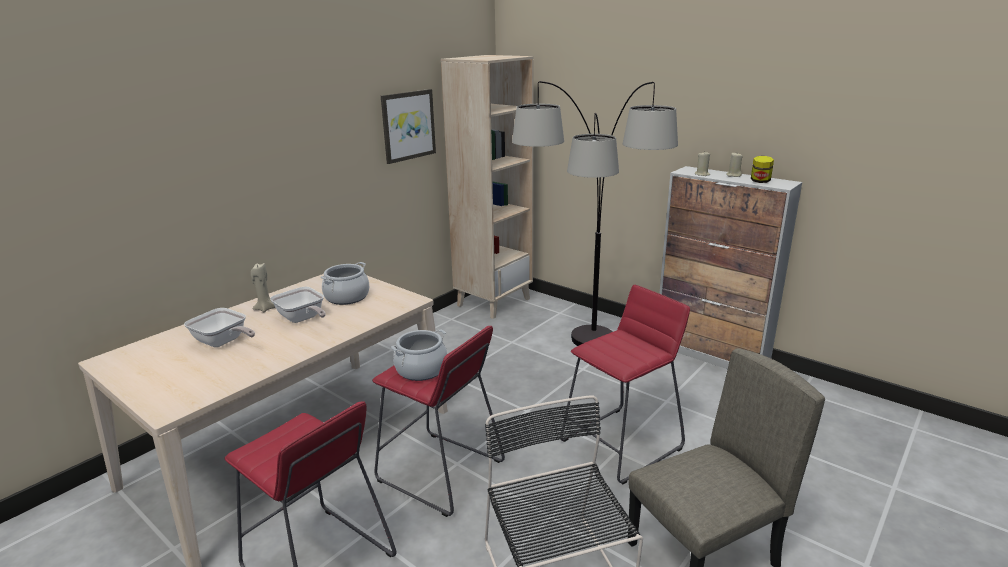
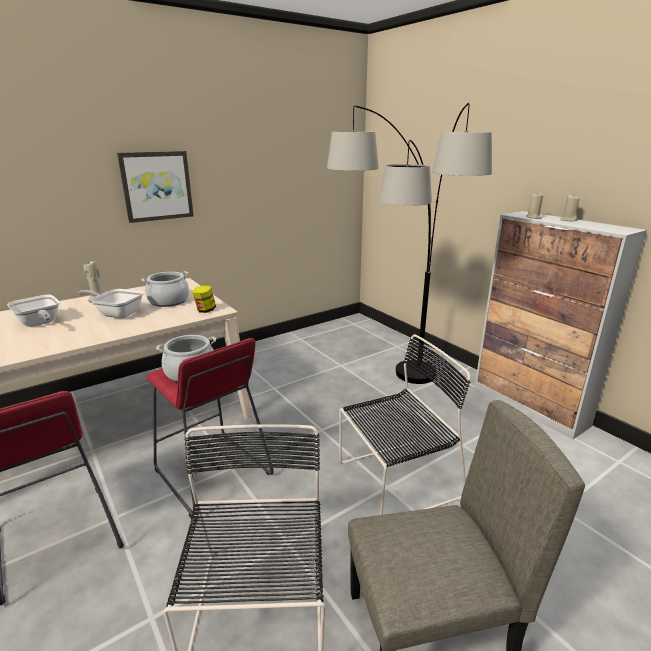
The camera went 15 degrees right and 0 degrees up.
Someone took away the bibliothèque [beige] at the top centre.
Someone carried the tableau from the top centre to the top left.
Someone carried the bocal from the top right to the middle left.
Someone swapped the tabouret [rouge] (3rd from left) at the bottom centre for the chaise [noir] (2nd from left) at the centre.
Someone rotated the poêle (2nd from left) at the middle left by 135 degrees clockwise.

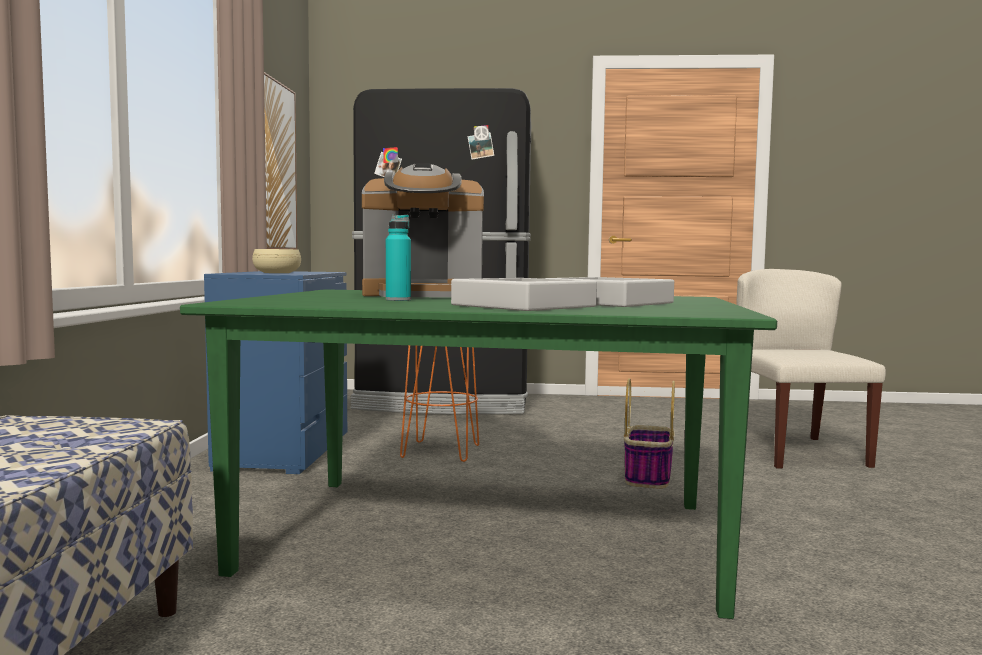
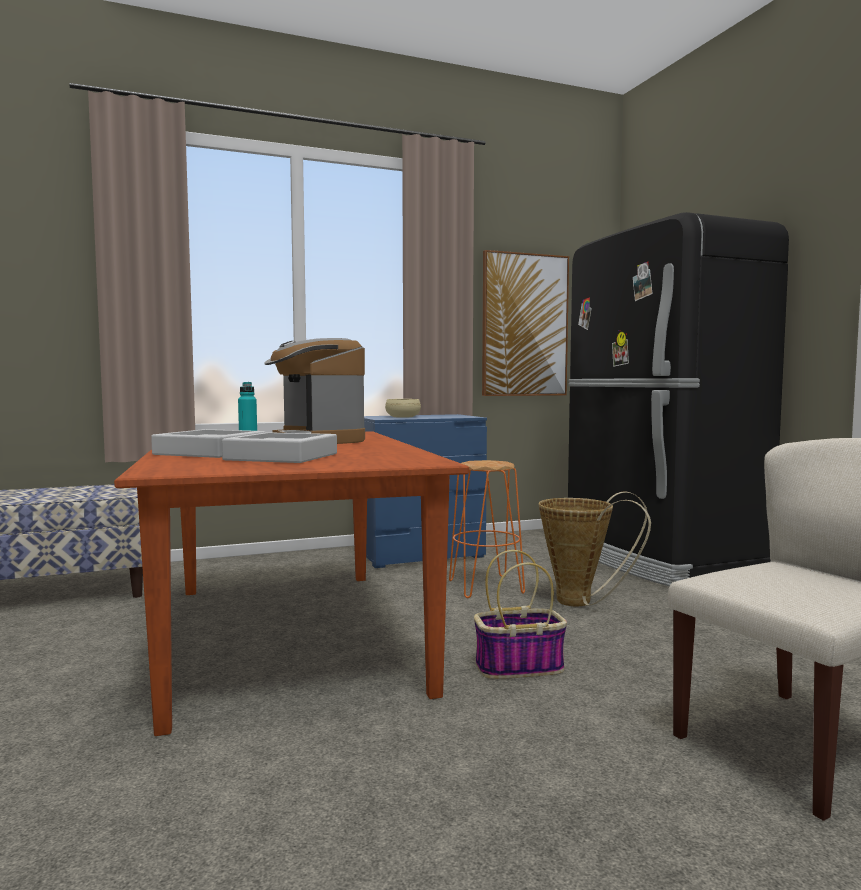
The camera went 65 degrees right and 0 degrees up.
Someone repainted the table à manger [vert] at the bottom centre, which became the table à manger [marron] at the centre.
Someone put down the panier (2nd from left) at the middle right.

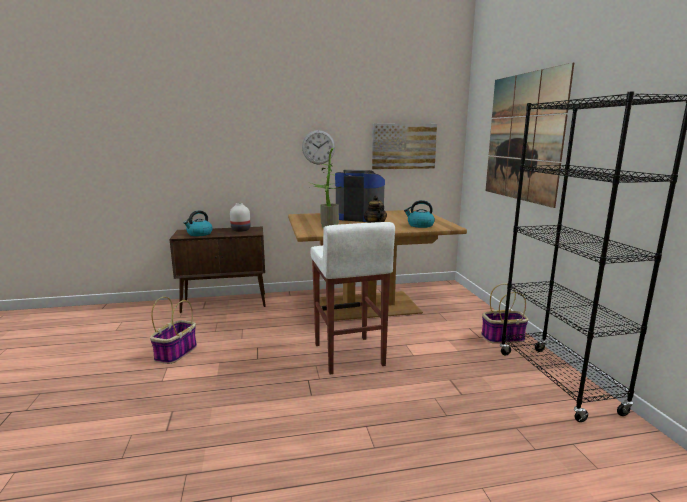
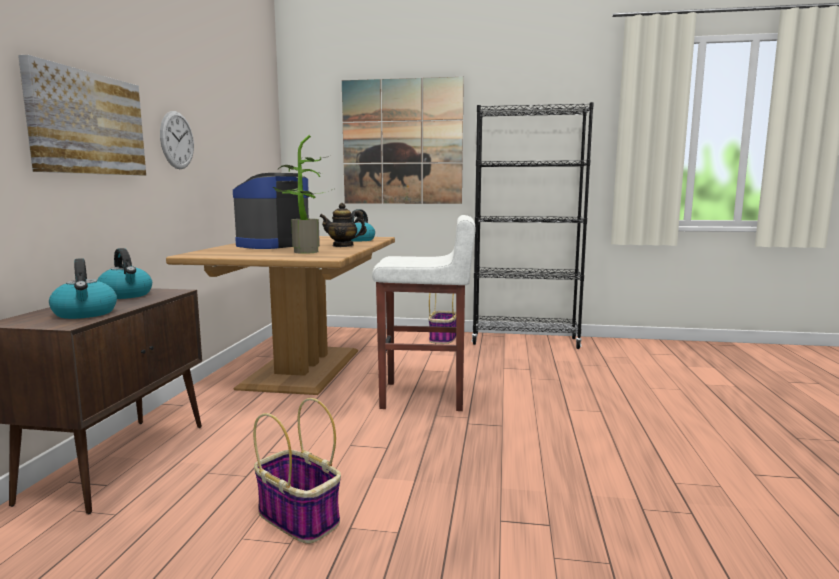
The camera went 70 degrees left and 5 degrees down.
Someone carried the tableau (1st from left) from the top centre to the top left.
Someone swapped the vase [blanc] at the centre for the bouilloire (2nd from left) at the middle left.

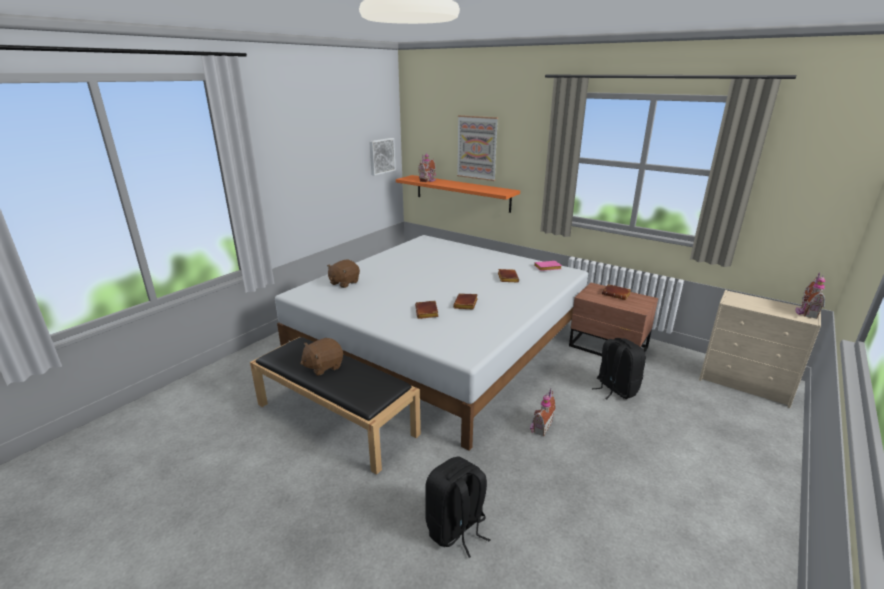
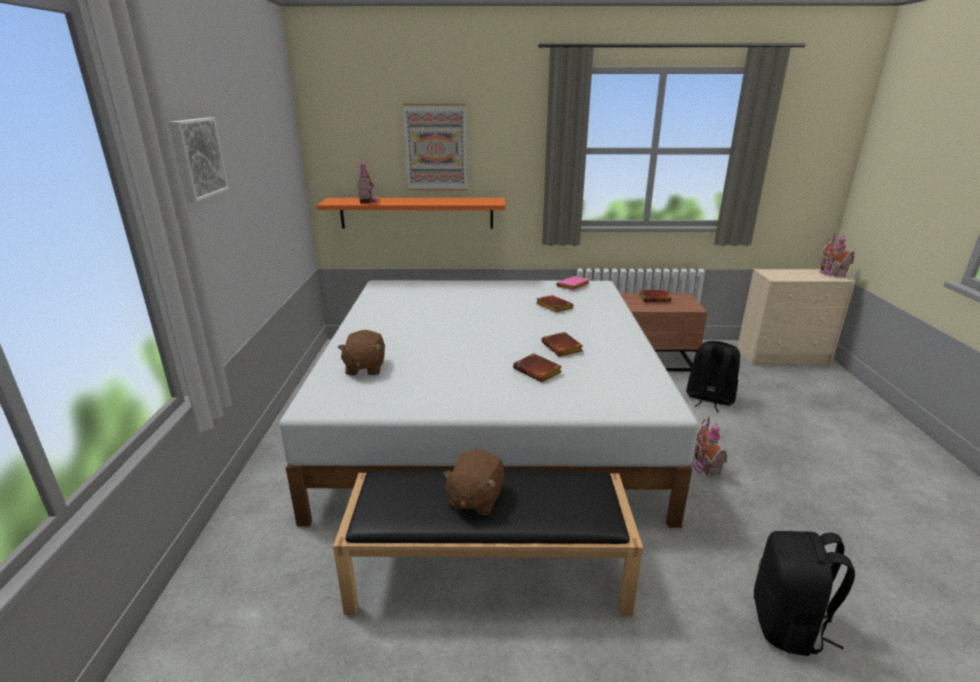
The camera went 35 degrees left and 0 degrees up.
Someone carried the tableau (1st from left) from the top centre to the top left.

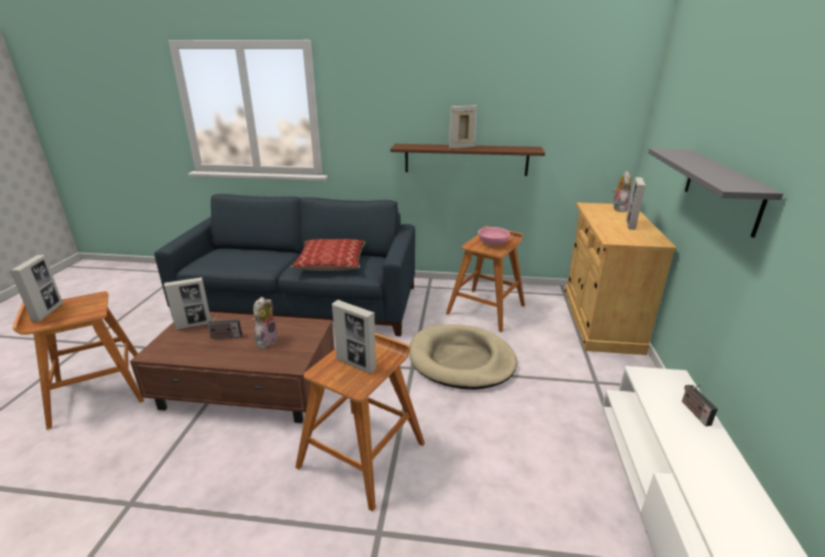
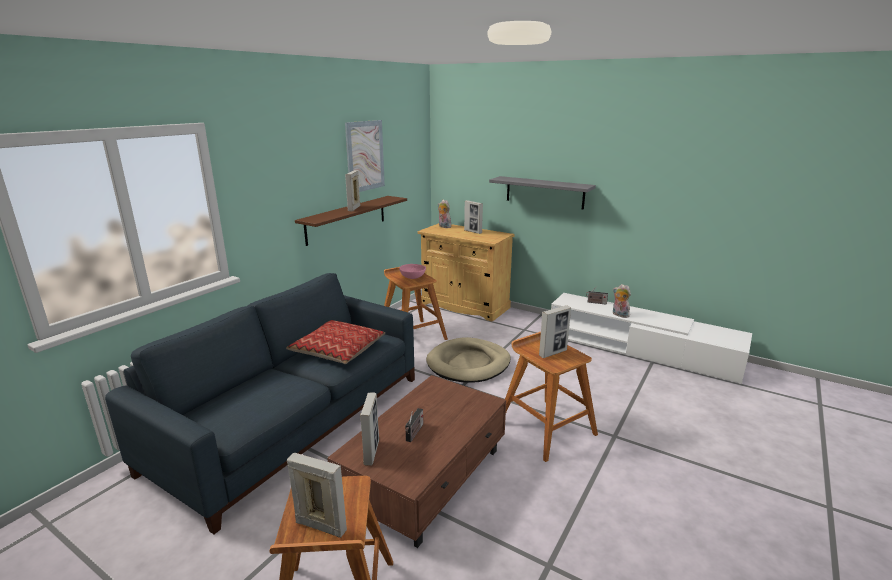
The camera went 65 degrees left and 5 degrees down.
Someone carried the peluche (1st from left in the first image) from the middle left to the middle right.
Someone put up the tableau at the top centre.

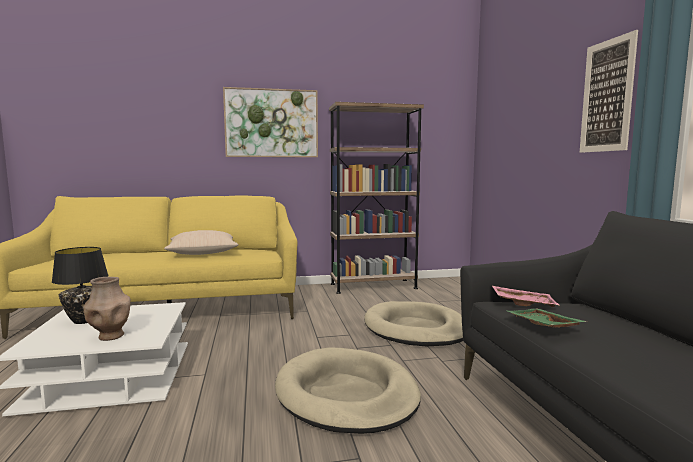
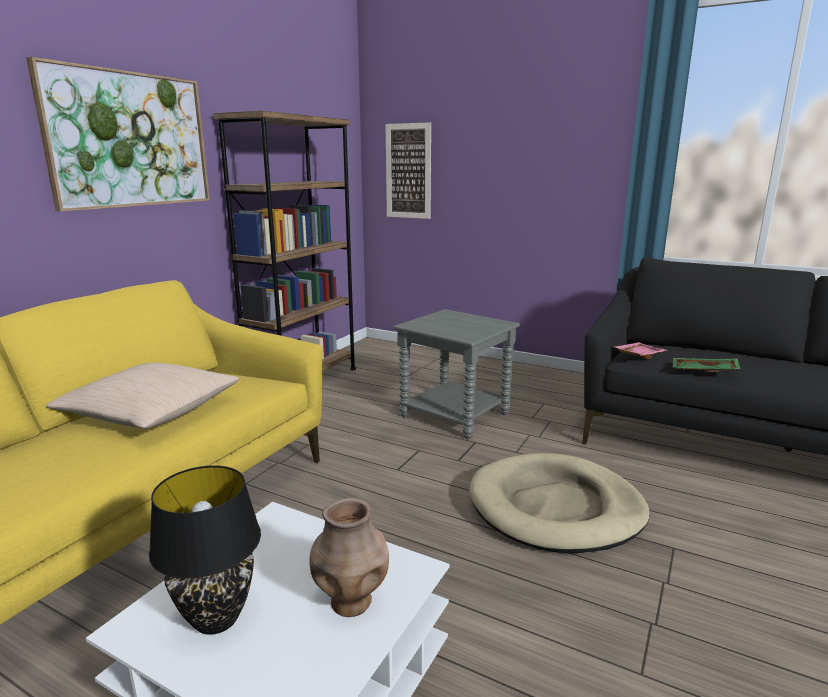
The camera went 50 degrees left and 10 degrees up.
Someone carried the tableau (2nd from left) from the top right to the top centre.
Someone swapped the panier pour chien [beige] (2nd from left) at the bottom centre for the table d'appoint [gris] at the centre.

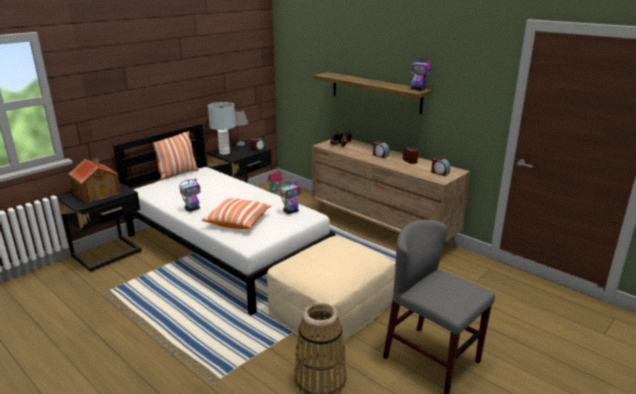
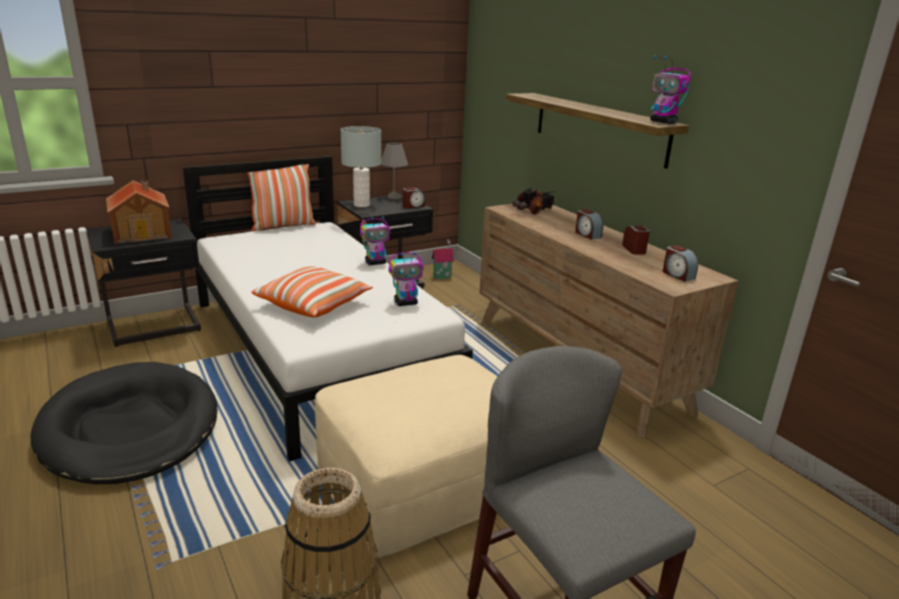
The camera went 15 degrees right and 0 degrees up.
Someone carried the robot jouet (1st from left) from the middle left to the centre.
Someone put down the panier pour chien [noir] at the bottom left.

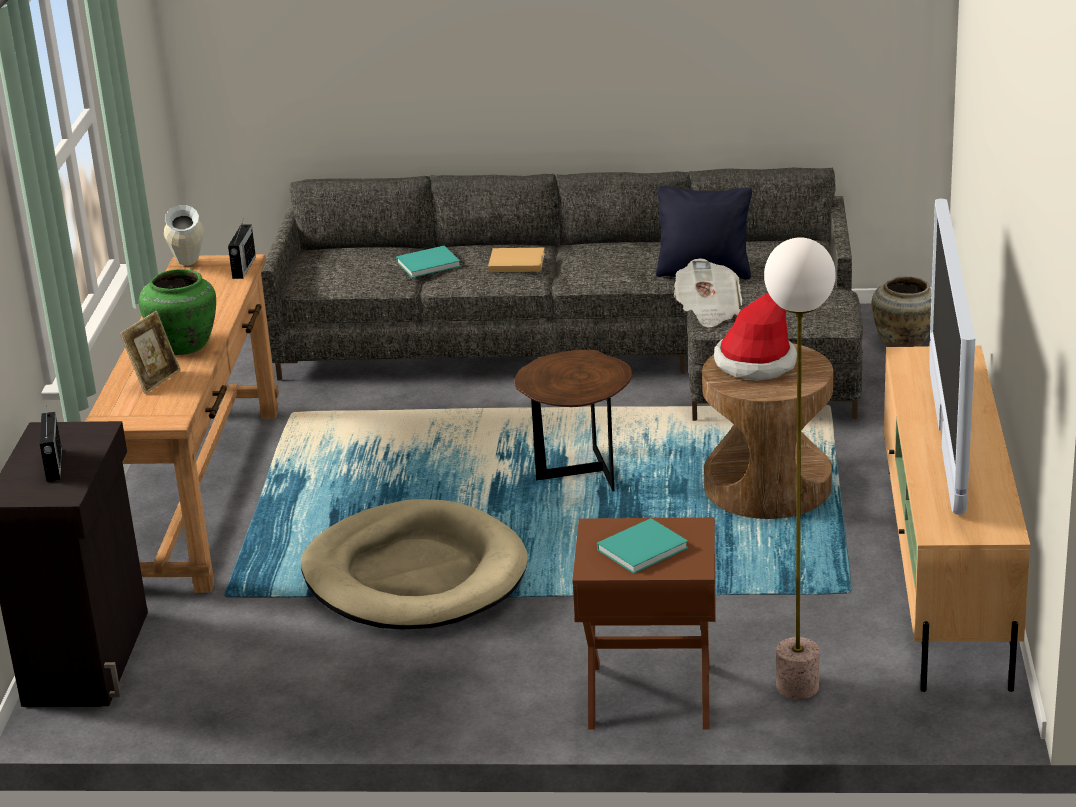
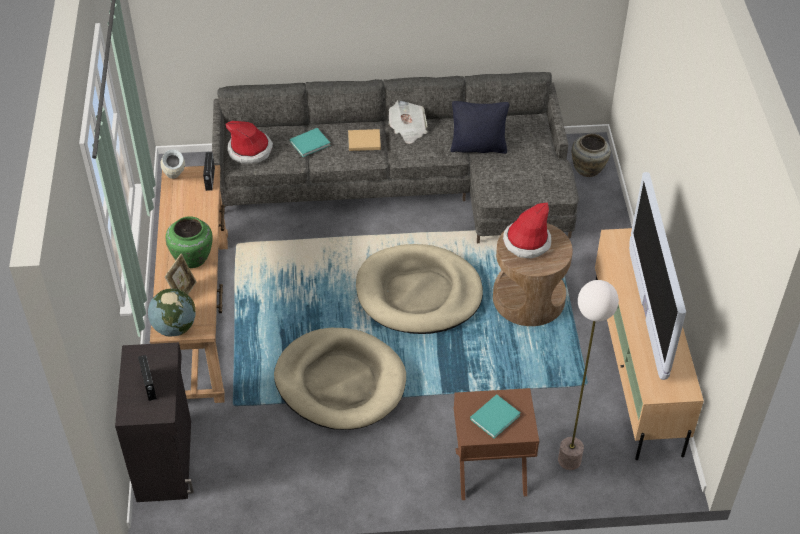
The camera went 10 degrees left and 20 degrees up.
Someone carried the journal from the centre to the top centre.
Someone swapped the table d'appoint [marron] (1st from left) at the centre for the panier pour chien [beige] (2nd from left) at the centre.
Someone put down the chapeau (1st from left) at the top left.
Someone put down the globe at the middle left.

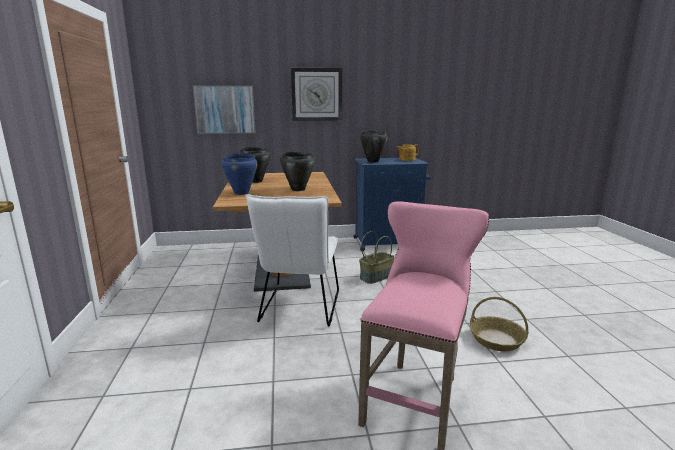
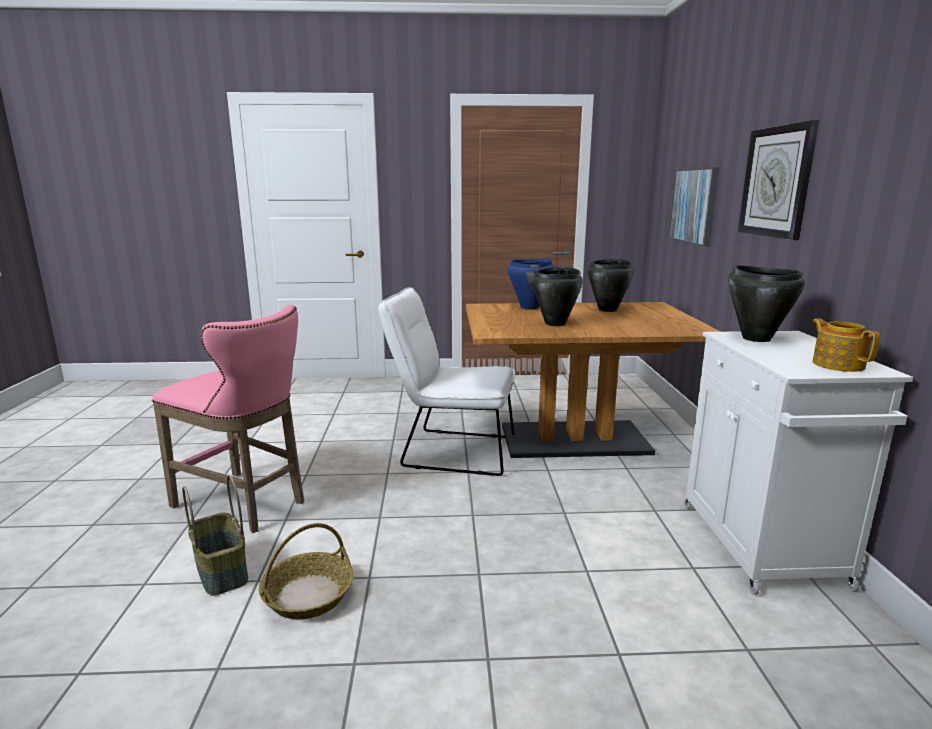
The camera went 95 degrees right and 0 degrees up.
Someone repainted the meuble de rangement [bleu] at the centre, which became the meuble de rangement [blanc] at the middle right.
Someone carried the panier (1st from left) from the centre to the bottom left.

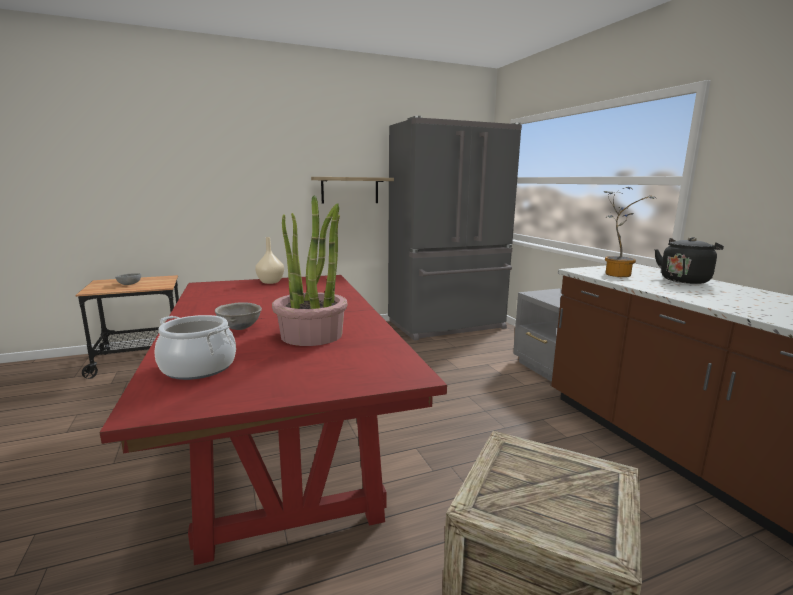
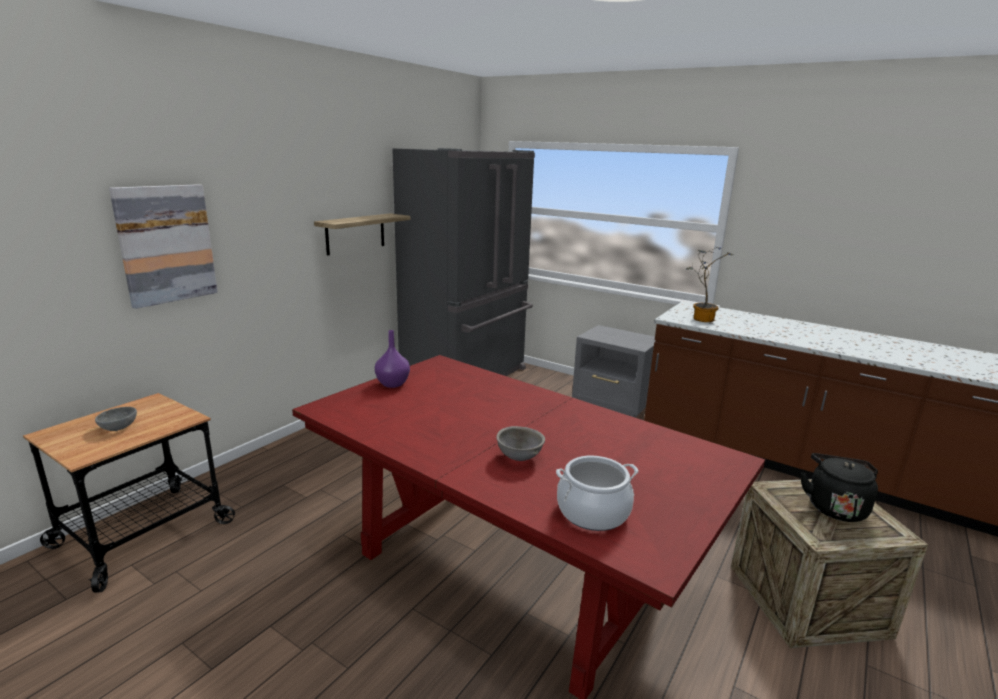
The camera went 35 degrees left and 5 degrees up.
Someone took away the plante en pot (1st from left) at the centre.
Someone repainted the vase [beige] at the centre, which became the vase [violet] at the centre.
Someone carried the bouilloire [noir] from the middle right to the bottom right.
Someone put up the tableau at the middle left.

